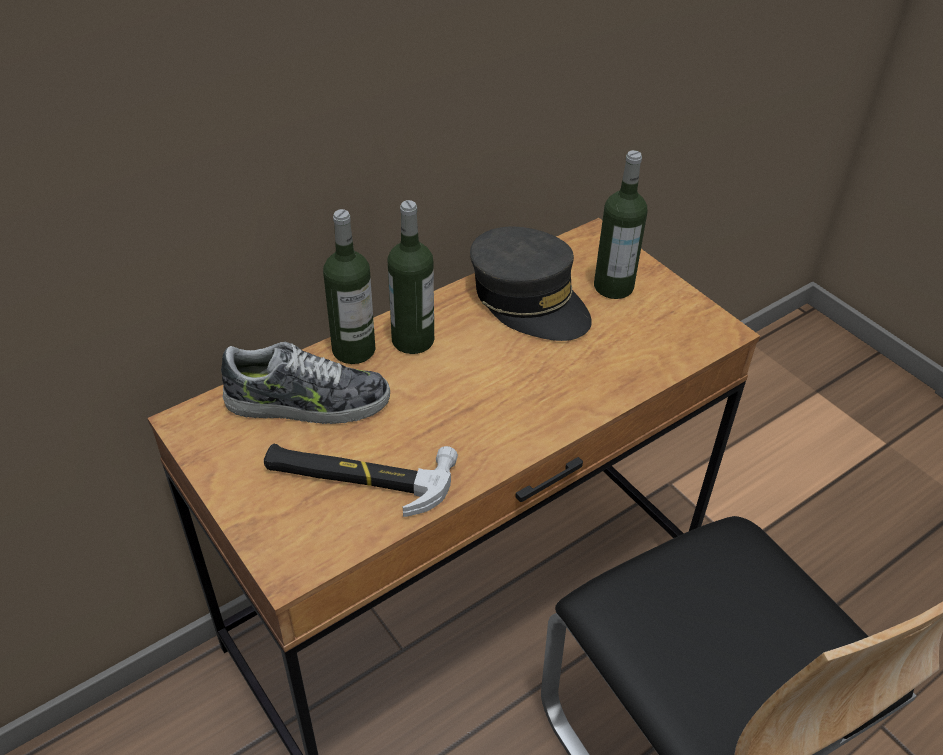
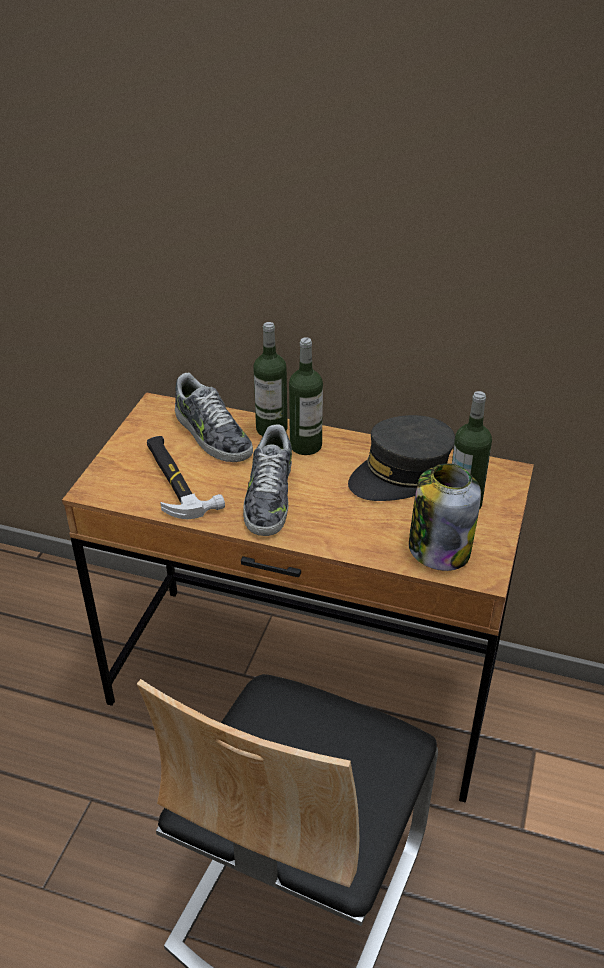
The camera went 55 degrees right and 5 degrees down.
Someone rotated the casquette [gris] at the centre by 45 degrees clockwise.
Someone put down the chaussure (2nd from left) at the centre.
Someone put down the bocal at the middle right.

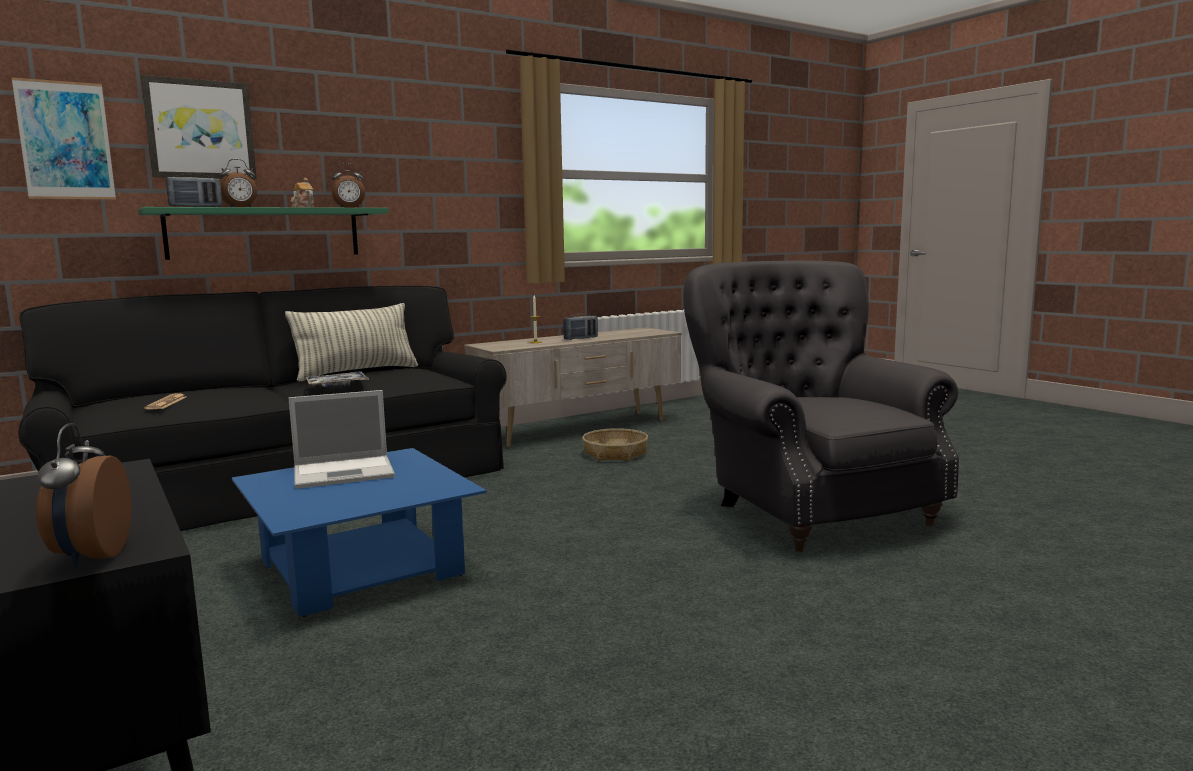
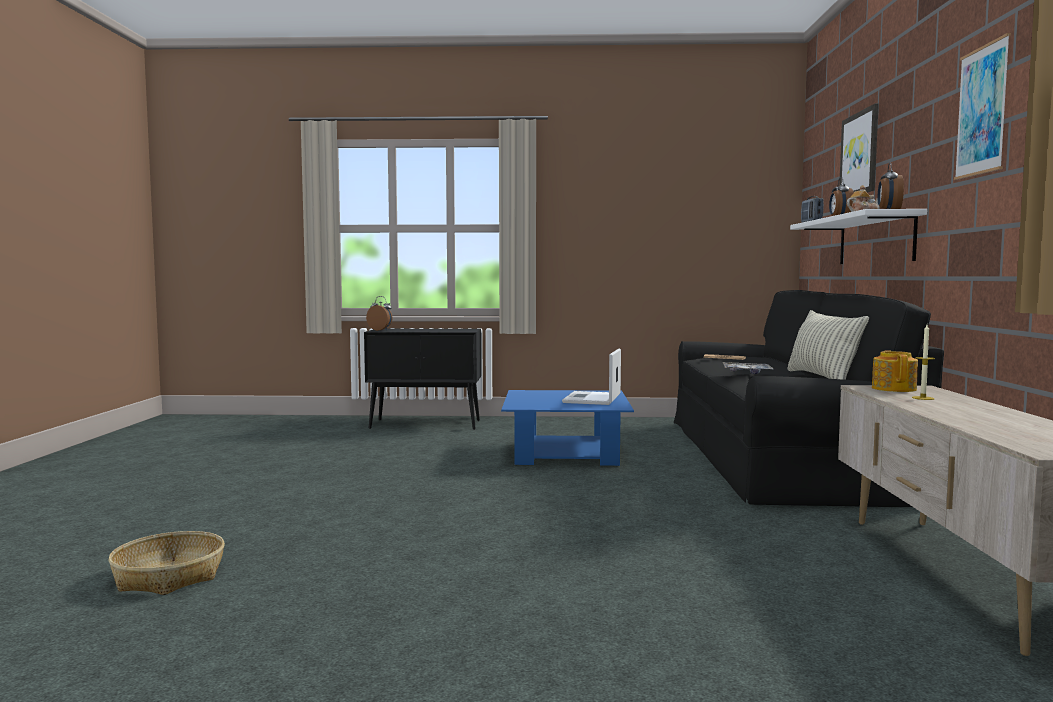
The camera went 125 degrees right and 5 degrees down.
Someone carried the tableau (1st from left in the first image) from the top left to the top right.
Someone repainted the étagère [vert] at the top left, which became the étagère [blanc] at the middle right.
Someone took away the fauteuil [gris] at the middle right.
Someone took away the radio (2nd from left) at the centre.
Someone carried the panier from the centre to the bottom left.
Someone put down the théière (2nd from left) at the middle right.

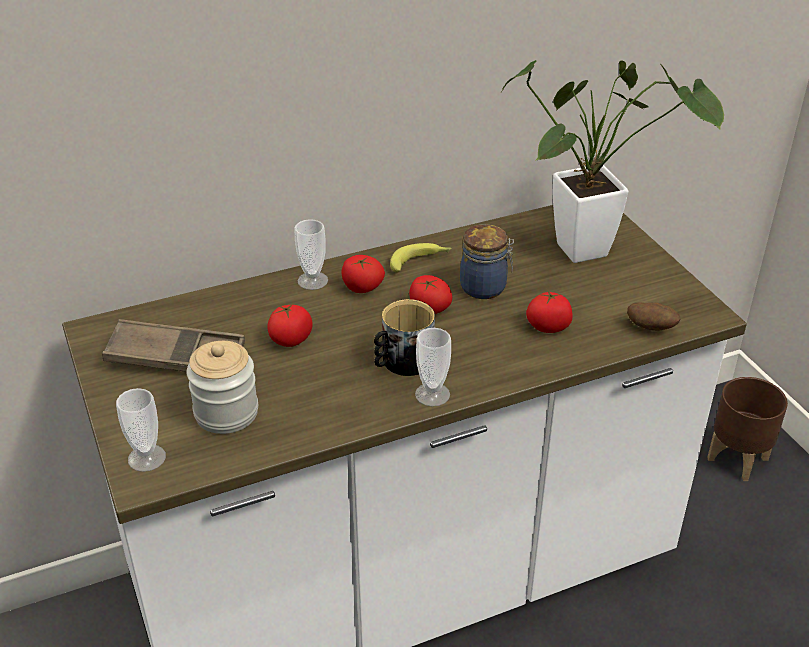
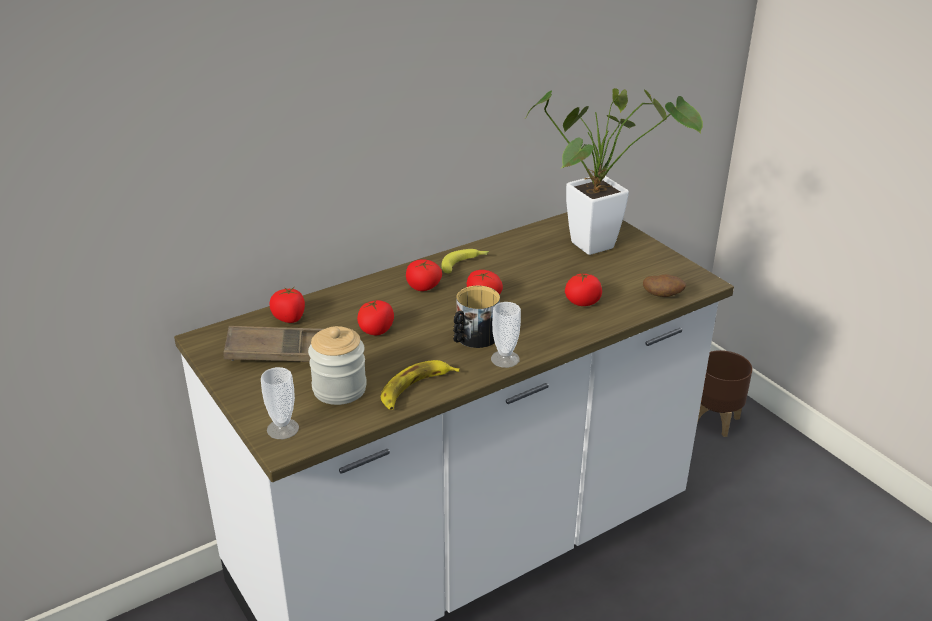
The camera went 10 degrees left and 5 degrees down.
Someone took away the tasse (2nd from left) at the centre.
Someone took away the bocal (2nd from left) at the centre.
Someone put down the tomate (1st from left) at the middle left.
Someone put down the banane (1st from left) at the centre.

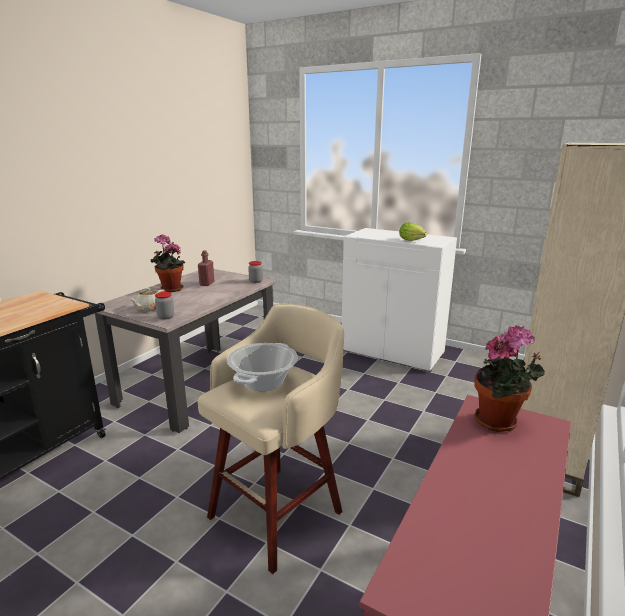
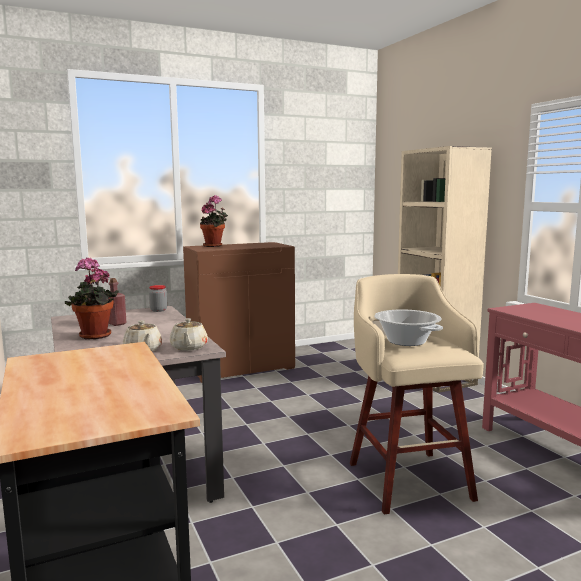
The camera went 55 degrees left and 10 degrees down.
Someone took away the laitue at the centre.
Someone repainted the meuble de rangement [blanc] at the centre, which became the meuble de rangement [marron] at the centre.
Someone swapped the bocal (1st from left) at the middle left for the théière [beige] (2nd from left) at the middle left.
Someone carried the plante en pot (2nd from left) from the middle right to the centre.

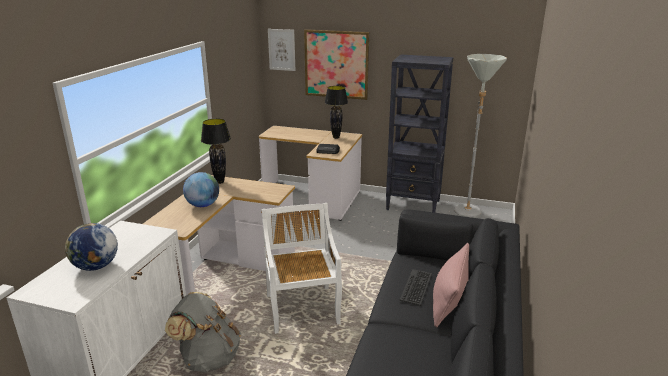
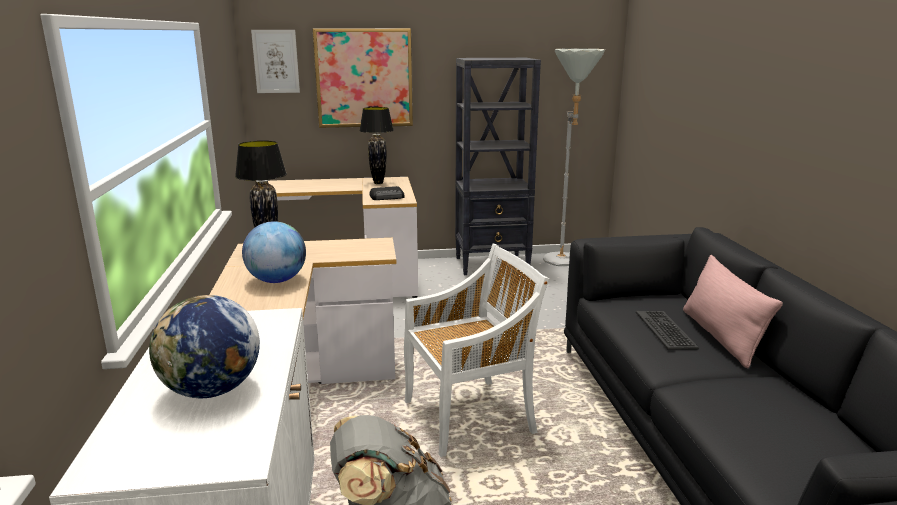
The camera went 25 degrees left and 5 degrees down.
Someone rotated the chaise [blanc] at the bottom centre by 105 degrees clockwise.

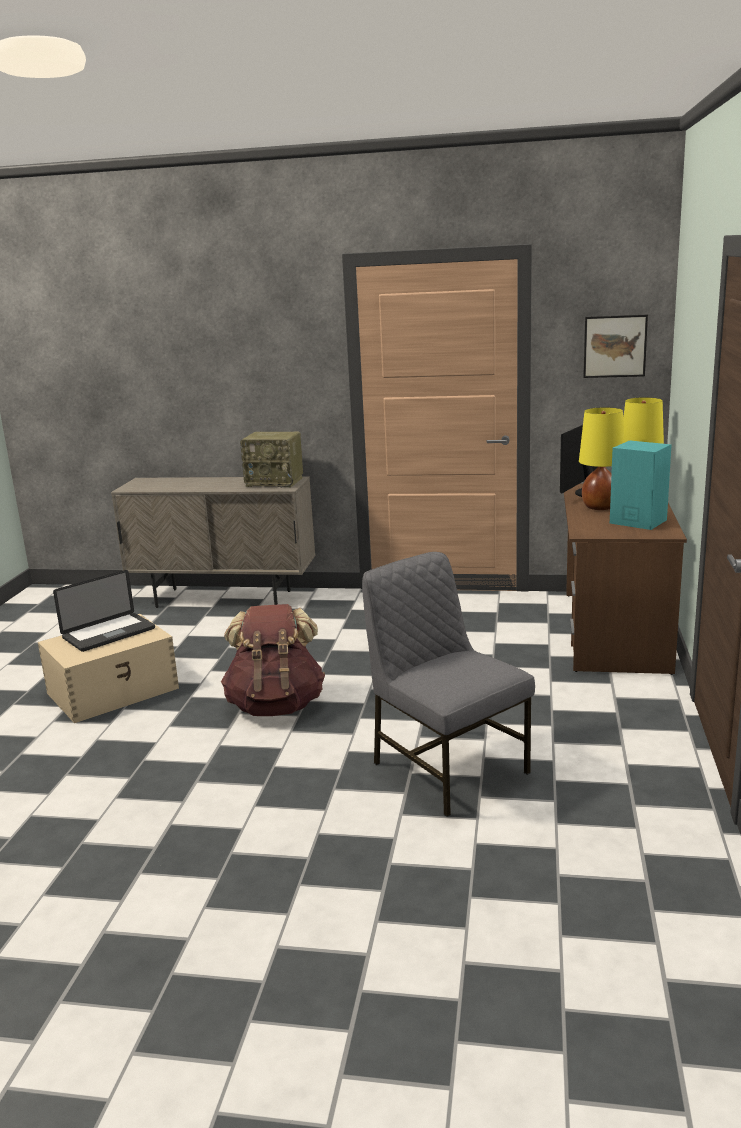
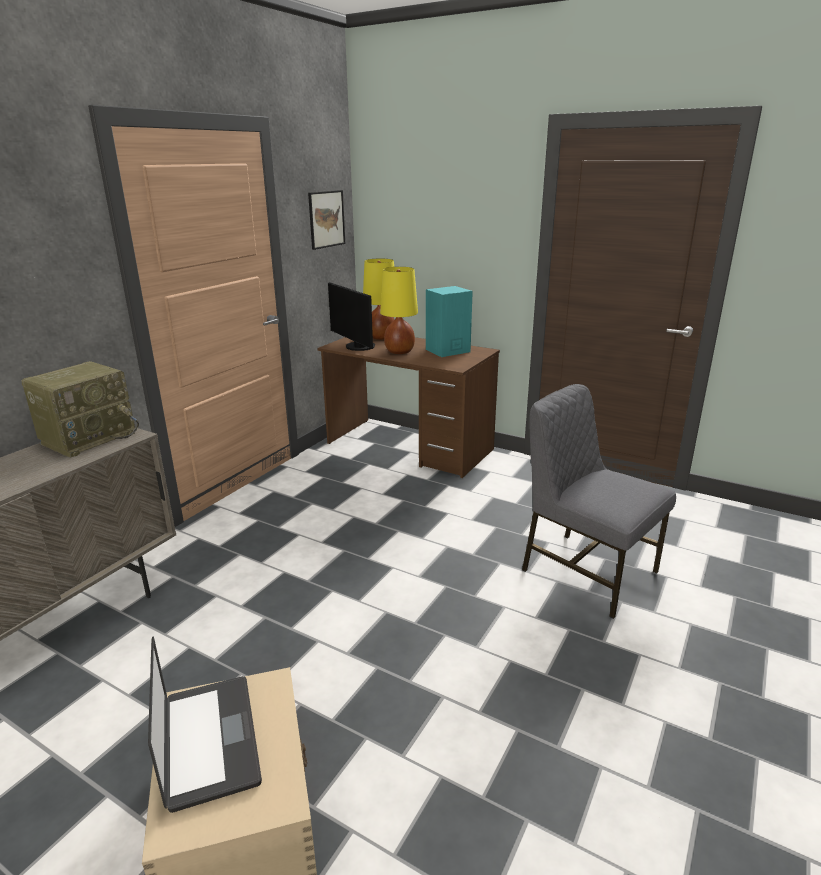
The camera went 70 degrees left and 5 degrees up.
Someone rotated the chaise [gris] at the centre by 60 degrees clockwise.
Someone took away the sac à dos [marron] at the centre.

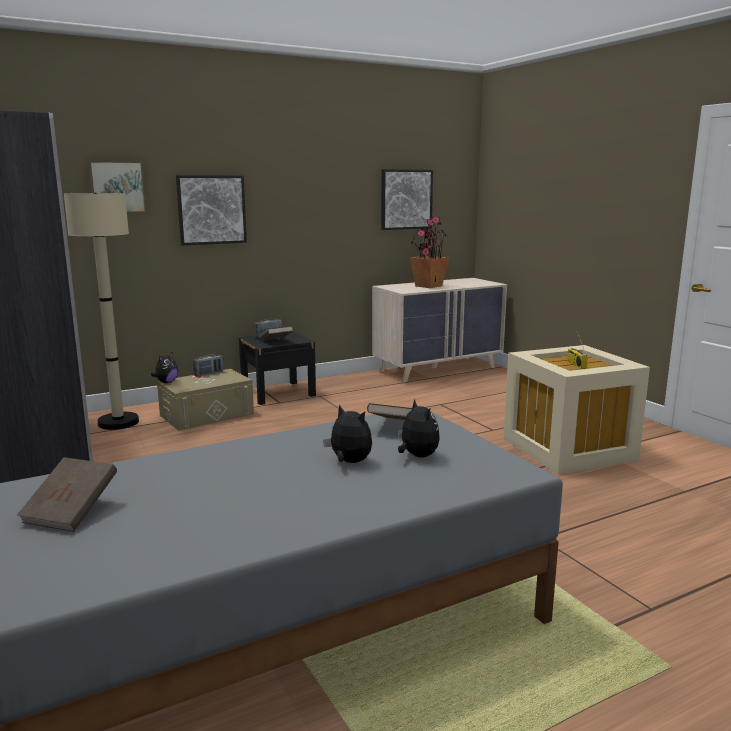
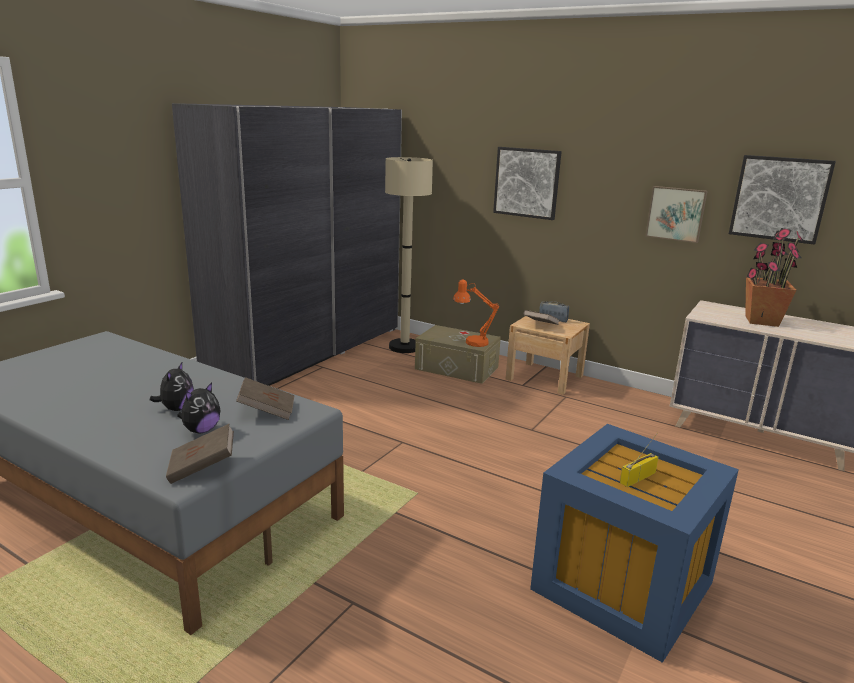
The camera went 60 degrees right and 5 degrees up.
Someone carried the tableau (1st from left in the first image) from the top left to the top right.
Someone repainted the table de chevet [noir] at the centre, which became the table de chevet [beige] at the centre.
Someone repainted the boîte de rangement [beige] (2nd from left) at the middle right, which became the boîte de rangement [bleu] at the bottom right.
Someone took away the peluche (1st from left) at the middle left.
Someone took away the radio (1st from left) at the middle left.
Someone carried the livre [marron] (1st from left) from the bottom left to the middle left.
Someone put down the lampe de table [orange] at the centre.

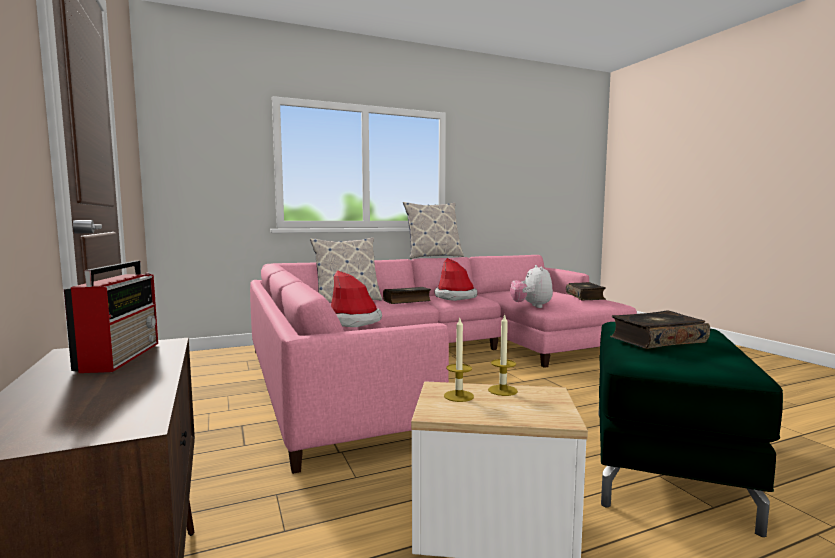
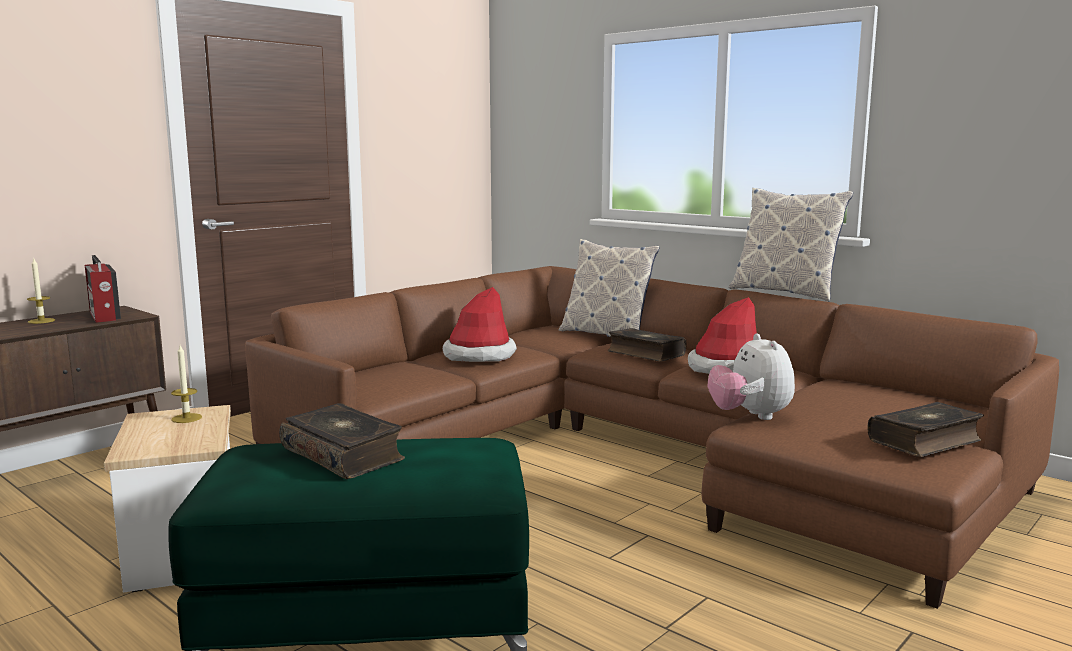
The camera went 65 degrees right and 5 degrees up.
Someone repainted the canapé [rose] at the centre, which became the canapé [marron] at the bottom centre.
Someone rotated the radio at the middle left by 90 degrees clockwise.
Someone rotated the peluche at the centre by 75 degrees counterclockwise.
Someone carried the bougie (2nd from left in the first image) from the centre to the middle left.

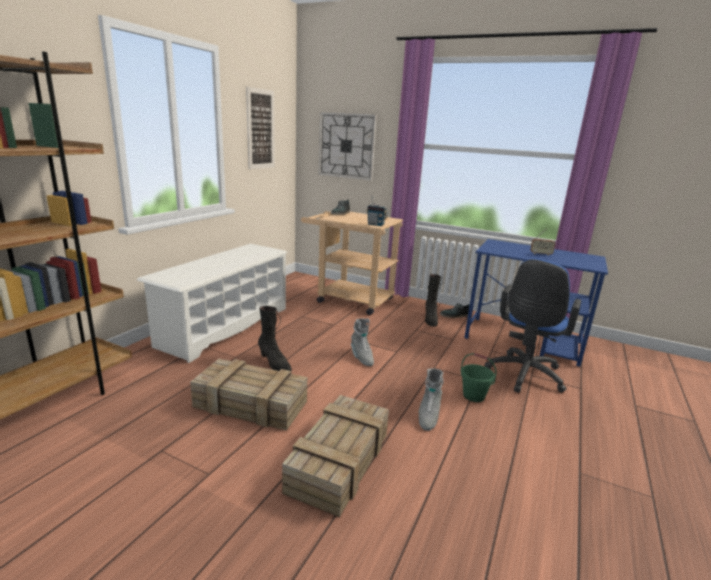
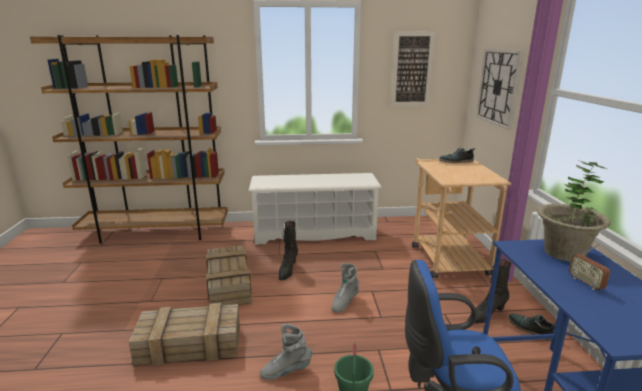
The camera went 60 degrees right and 0 degrees up.
Someone took away the radio (1st from left) at the centre.
Someone put down the plante en pot at the middle right.

